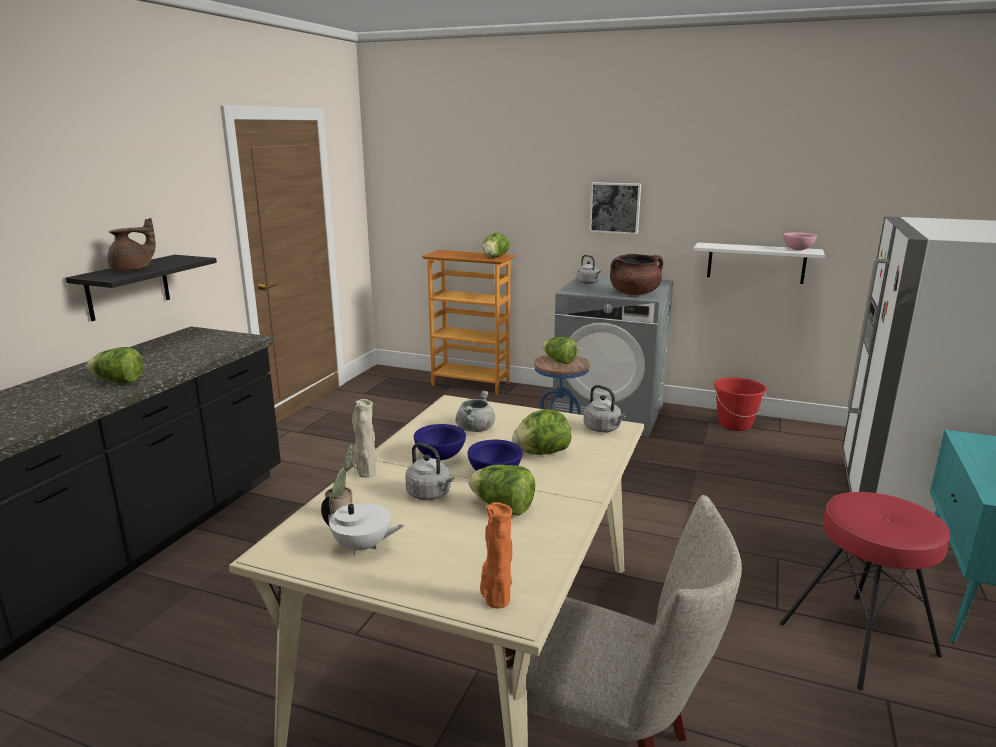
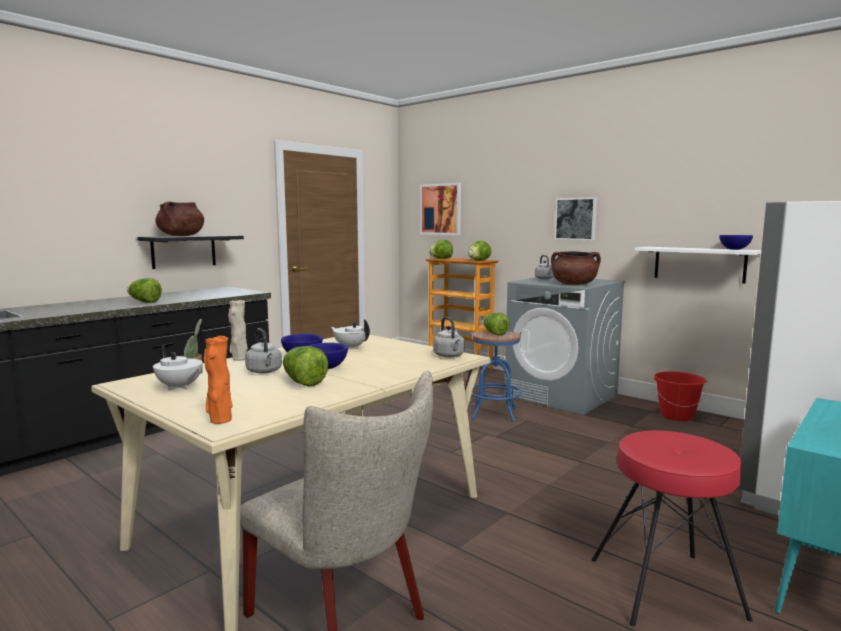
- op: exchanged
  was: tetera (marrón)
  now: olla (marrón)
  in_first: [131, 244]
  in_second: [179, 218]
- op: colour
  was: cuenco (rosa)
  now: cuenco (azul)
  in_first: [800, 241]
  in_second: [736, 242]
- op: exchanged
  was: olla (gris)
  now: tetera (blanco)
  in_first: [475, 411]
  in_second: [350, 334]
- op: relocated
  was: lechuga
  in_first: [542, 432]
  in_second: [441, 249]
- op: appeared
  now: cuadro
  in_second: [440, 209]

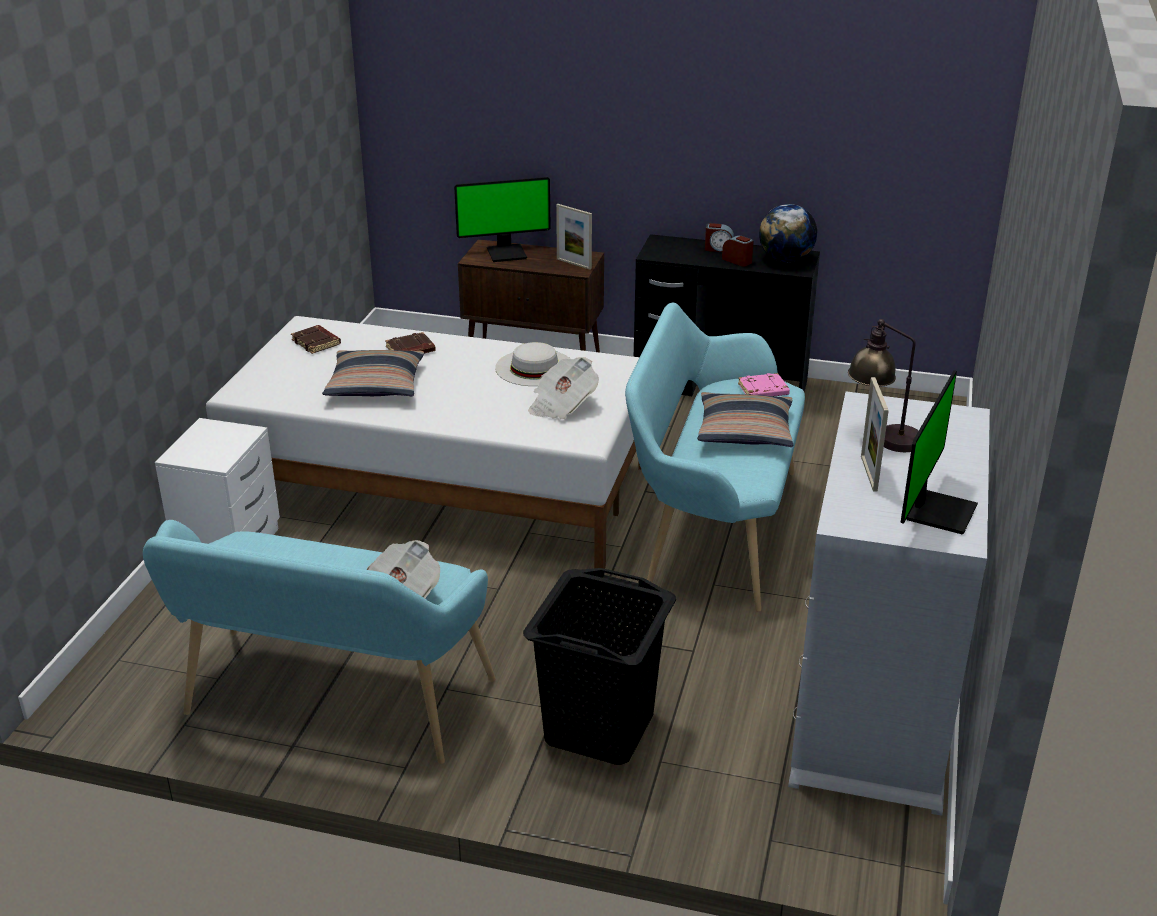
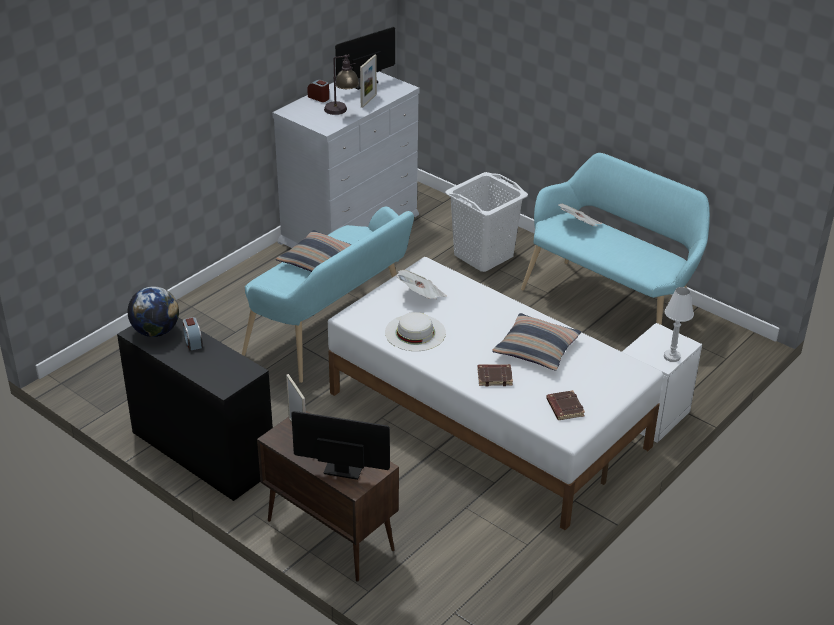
- op: relocated
  was: despertador
  in_first: [719, 237]
  in_second: [318, 91]
- op: missing
  was: libro (rosa)
  in_first: [764, 384]
- op: colour
  was: cesto de la ropa (negro)
  now: cesto de la ropa (blanco)
  in_first: [599, 666]
  in_second: [486, 222]
- op: appeared
  now: lámpara de mesa (blanco)
  in_second: [679, 324]

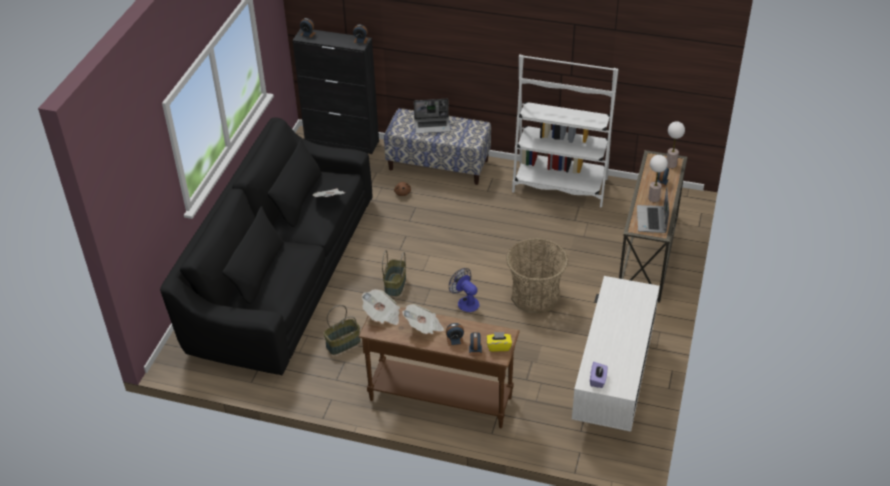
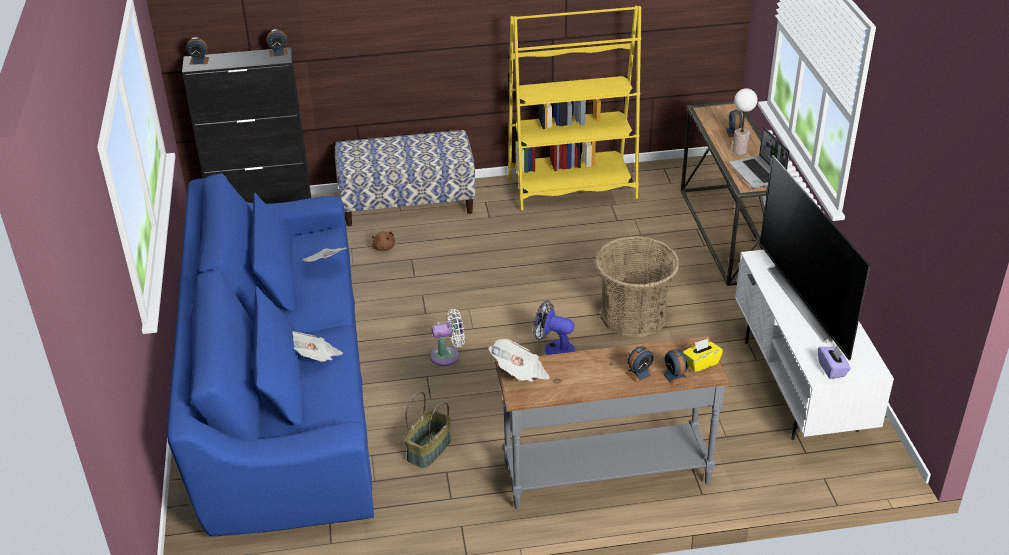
- op: colour
  was: estantería (blanco)
  now: estantería (amarillo)
  in_first: [565, 130]
  in_second: [574, 108]
- op: missing
  was: portátil
  in_first: [432, 116]
- op: colour
  was: sofá (negro)
  now: sofá (azul)
  in_first: [266, 246]
  in_second: [270, 355]
- op: missing
  was: lámpara de mesa
  in_first: [676, 144]
- op: exchanged
  was: cesta
  now: ventilador (blanco)
  in_first: [394, 273]
  in_second: [447, 337]
- op: relocated
  was: periódico
  in_first: [423, 319]
  in_second: [317, 346]
- op: colour
  was: mesa consola (marrón)
  now: mesa consola (gris)
  in_first: [439, 368]
  in_second: [613, 422]
- op: appeared
  now: televisor
  in_second: [815, 258]

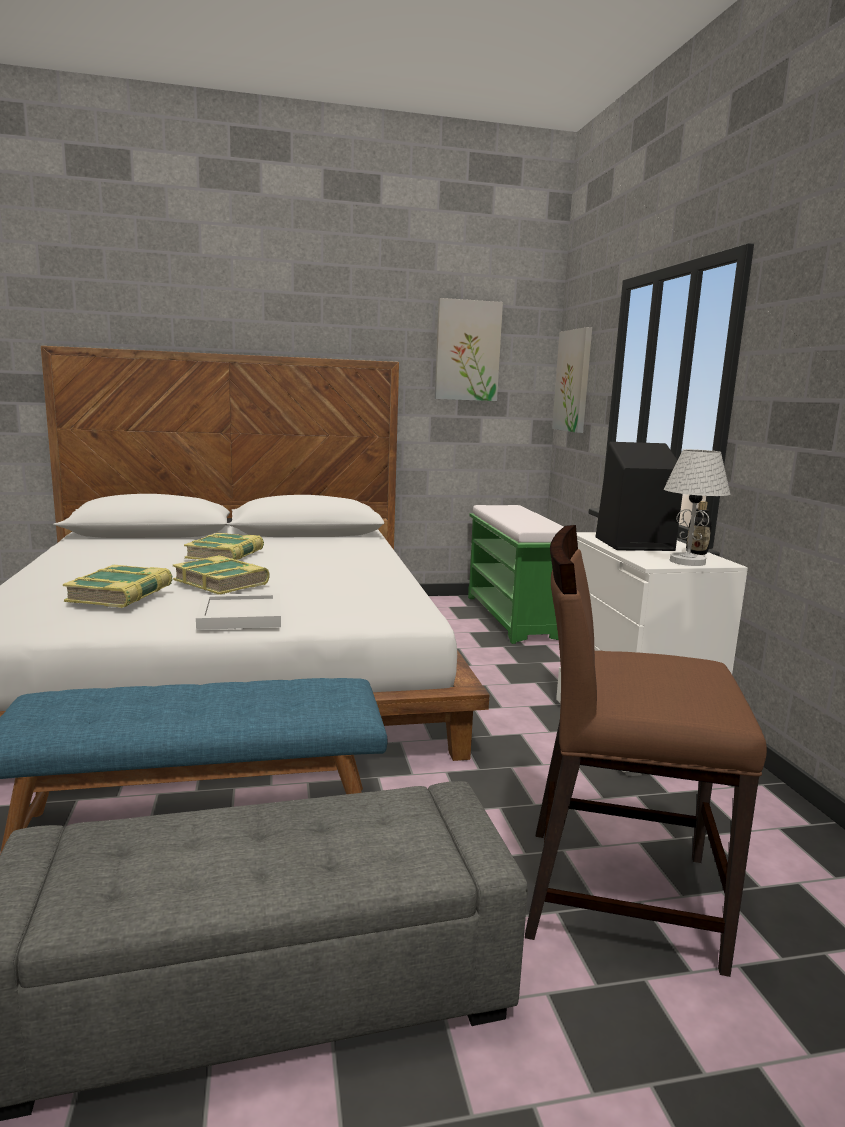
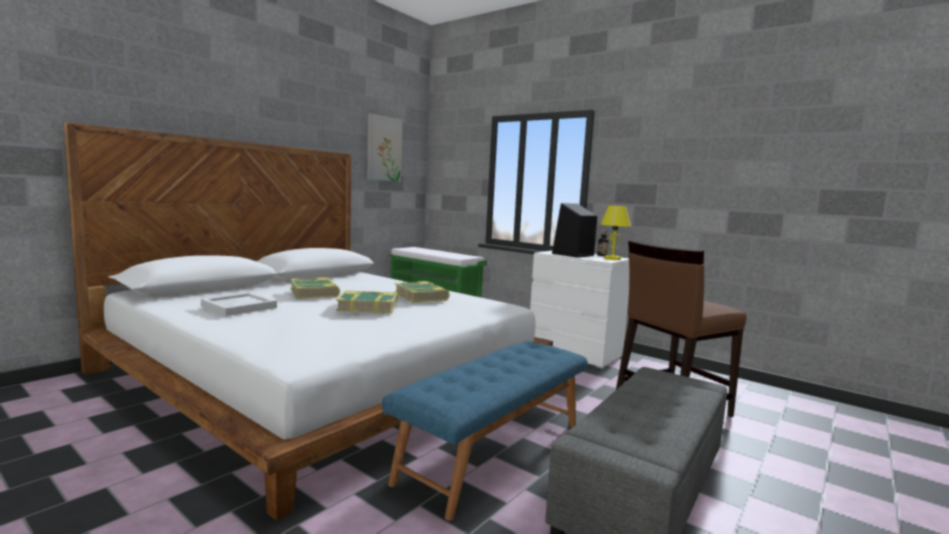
- op: missing
  was: cuadro
  in_first: [572, 380]
- op: colour
  was: lámpara de mesa (blanco)
  now: lámpara de mesa (amarillo)
  in_first: [697, 507]
  in_second: [616, 233]
- op: relocated
  was: libro
  in_first: [118, 586]
  in_second: [422, 292]
- op: relocated
  was: bandeja (blanco)
  in_first: [238, 611]
  in_second: [239, 304]

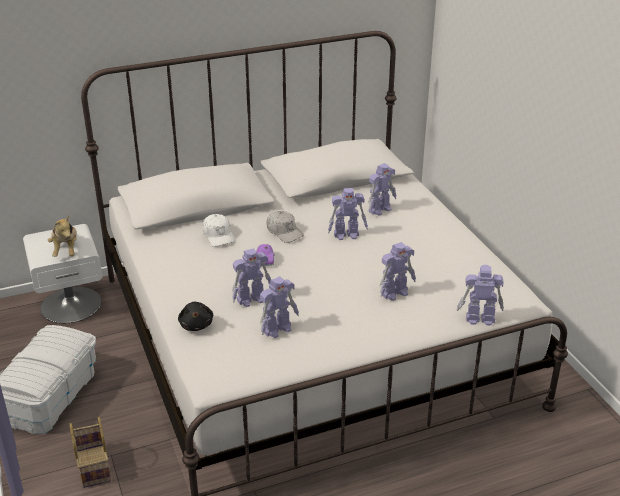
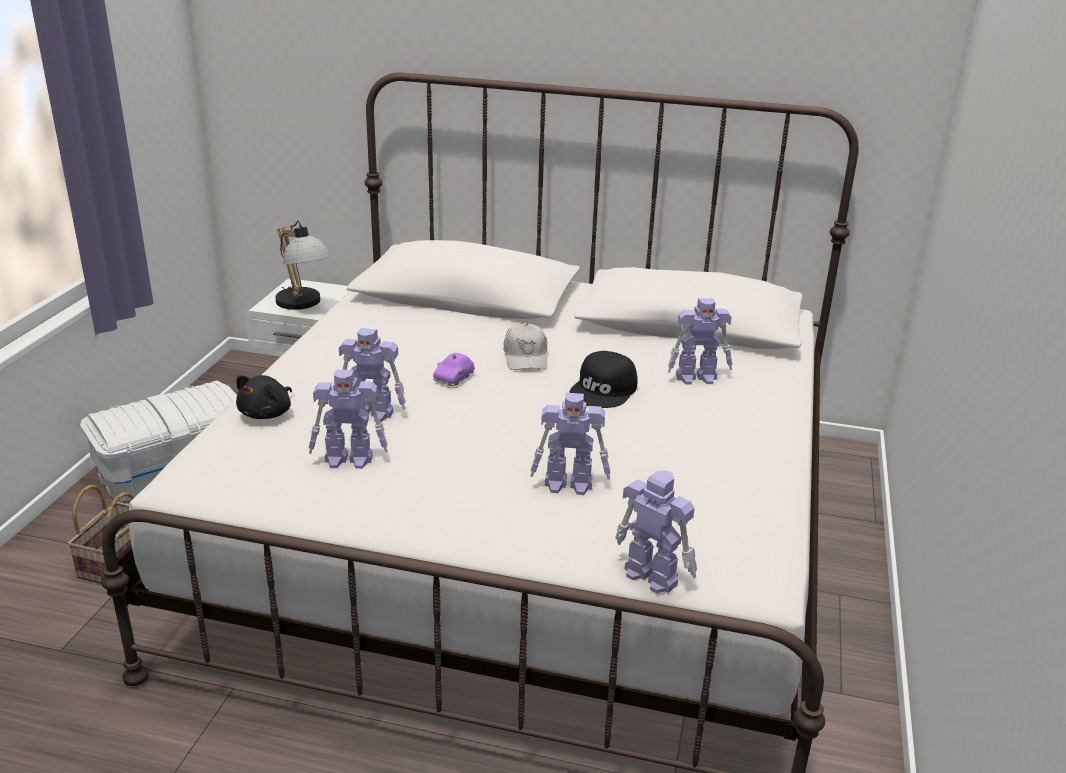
- op: exchanged
  was: robot de juguete
  now: gorra (negro)
  in_first: [348, 214]
  in_second: [603, 379]
- op: missing
  was: gorra (blanco)
  in_first: [219, 230]
- op: exchanged
  was: peluche
  now: lámpara de mesa
  in_first: [62, 236]
  in_second: [303, 265]

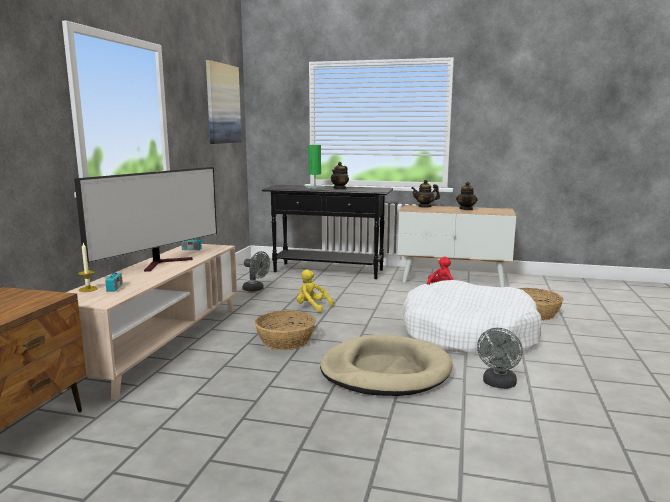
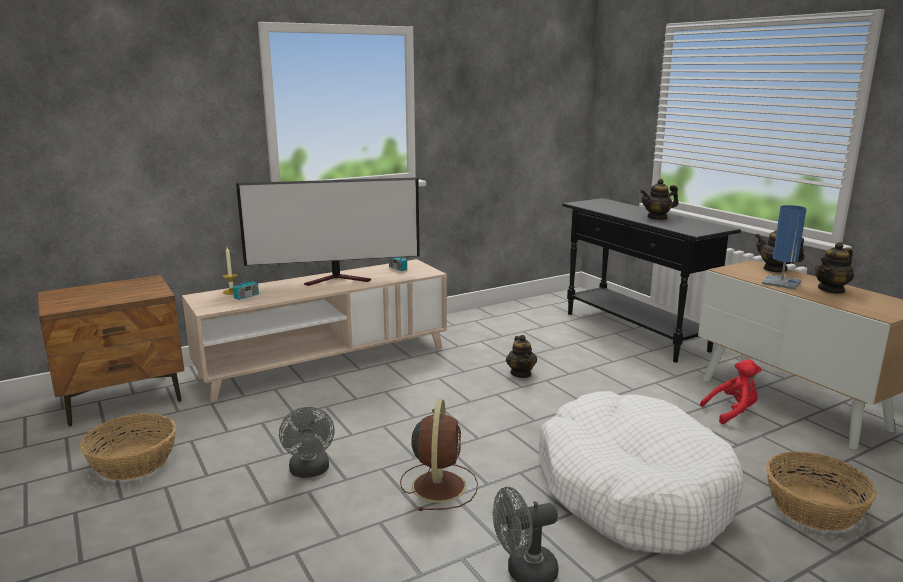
- op: missing
  was: cuadro
  in_first: [224, 102]
- op: missing
  was: lámpara de mesa (verde)
  in_first: [315, 167]
- op: relocated
  was: ventilador (gris)
  in_first: [256, 271]
  in_second: [307, 442]
- op: exchanged
  was: peluche (amarillo)
  now: tetera
  in_first: [315, 290]
  in_second: [521, 356]
- op: relocated
  was: cesta
  in_first: [285, 330]
  in_second: [128, 446]
- op: exchanged
  was: cama para perro (beis)
  now: ventilador (marrón)
  in_first: [386, 365]
  in_second: [439, 455]
- op: appeared
  now: lámpara de mesa (azul)
  in_second: [784, 247]

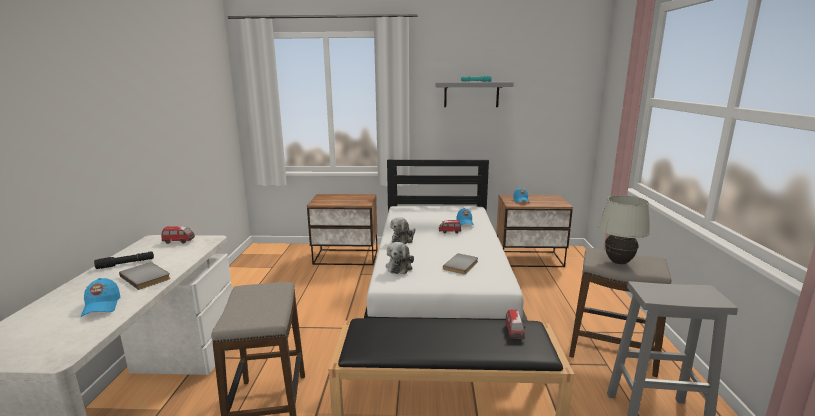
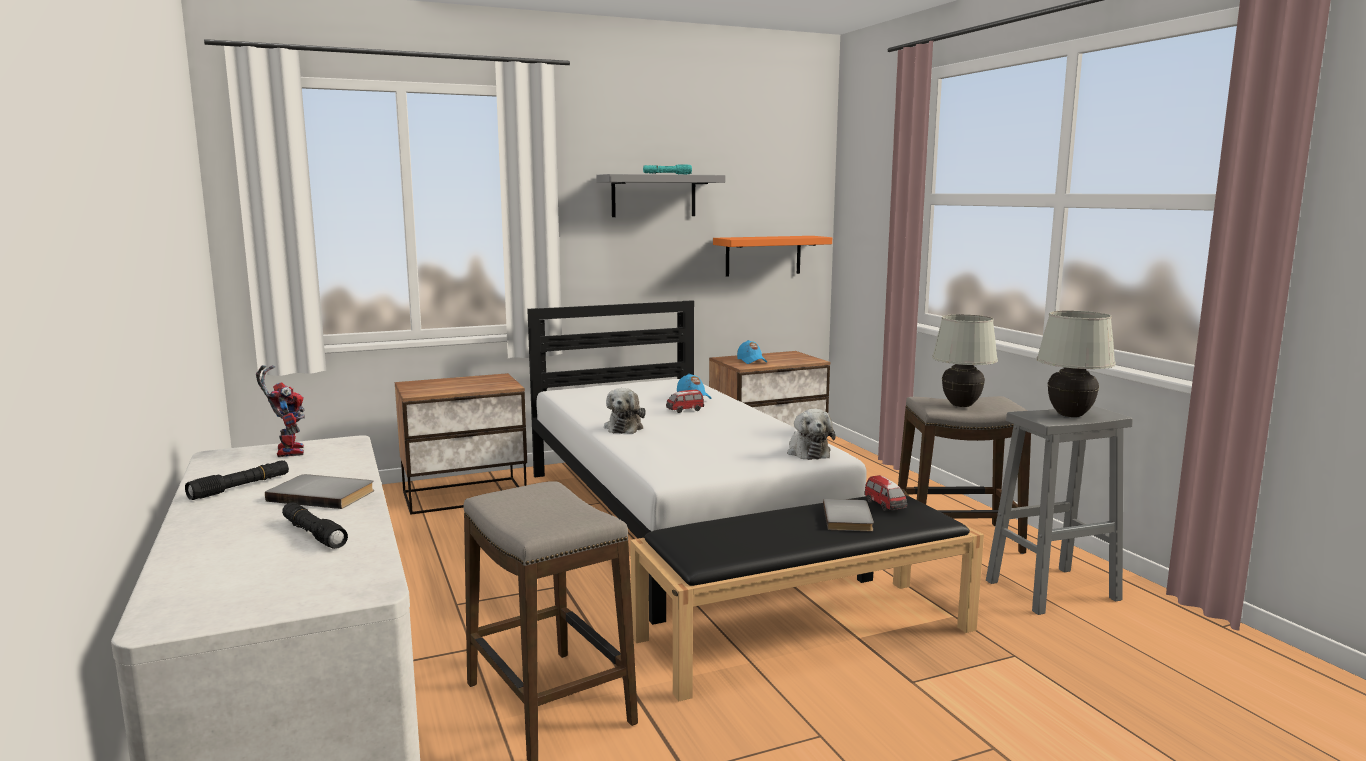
- op: exchanged
  was: coche de juguete
  now: robot de juguete
  in_first: [178, 235]
  in_second: [280, 411]
- op: relocated
  was: peluche
  in_first: [400, 258]
  in_second: [811, 434]
- op: relocated
  was: libro (gris)
  in_first: [460, 263]
  in_second: [848, 515]
- op: exchanged
  was: gorra (azul)
  now: linterna (negro)
  in_first: [100, 297]
  in_second: [315, 526]
- op: appeared
  now: estante (naranja)
  in_second: [772, 256]
- op: appeared
  now: lámpara de mesa (blanco)
  in_second: [1076, 364]

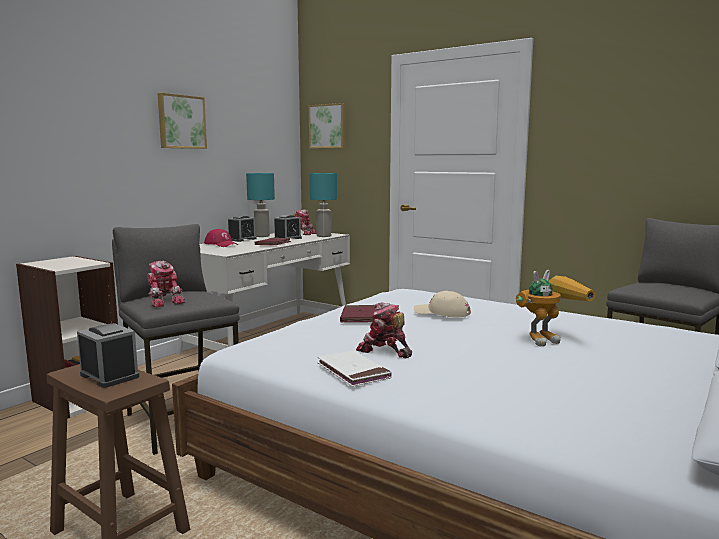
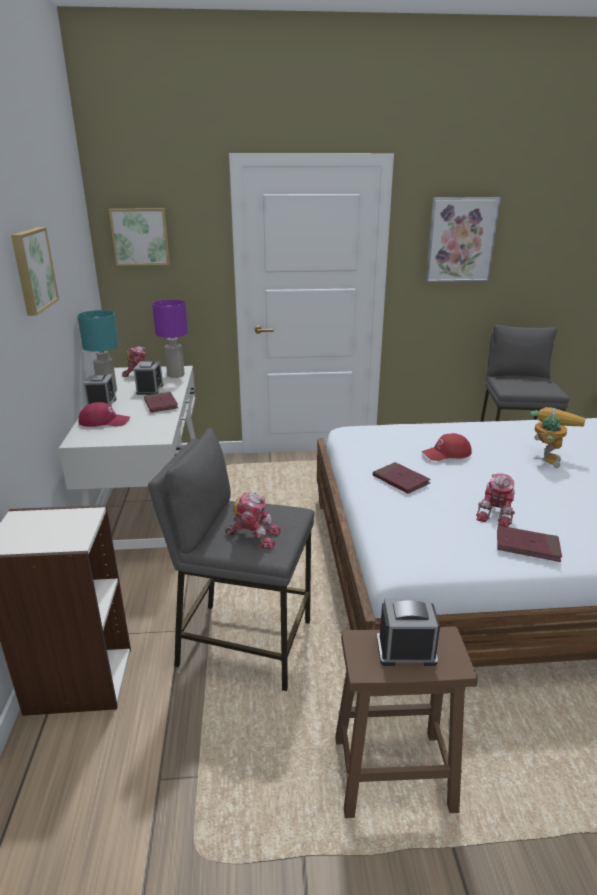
- op: colour
  was: lámpara de mesa (turquesa)
  now: lámpara de mesa (morado)
  in_first: [323, 205]
  in_second: [170, 339]
- op: colour
  was: gorra (beis)
  now: gorra (rojo)
  in_first: [442, 304]
  in_second: [447, 447]
- op: spun
  was: robot de juguete
  in_first: [384, 330]
  in_second: [495, 500]
  clockwise: -60
- op: colour
  was: libro (blanco)
  now: libro (rojo)
  in_first: [354, 369]
  in_second: [529, 543]
- op: appeared
  now: cuadro
  in_second: [463, 239]

